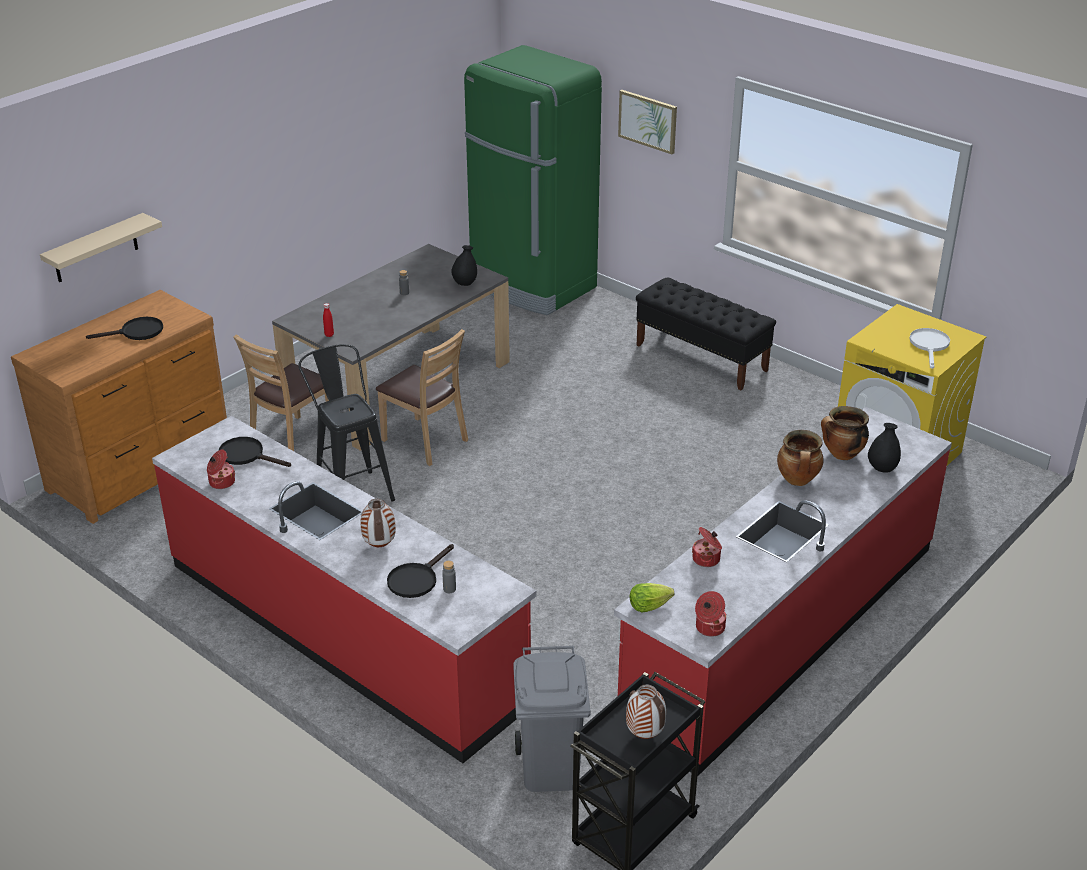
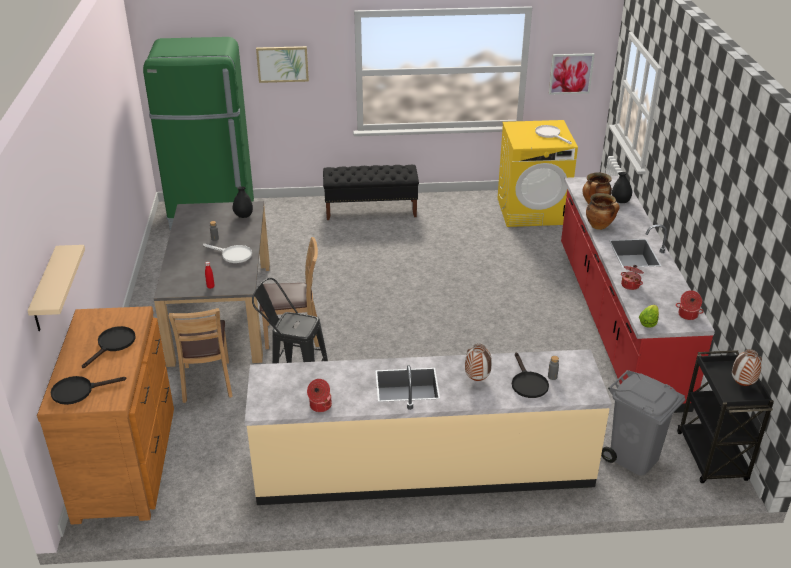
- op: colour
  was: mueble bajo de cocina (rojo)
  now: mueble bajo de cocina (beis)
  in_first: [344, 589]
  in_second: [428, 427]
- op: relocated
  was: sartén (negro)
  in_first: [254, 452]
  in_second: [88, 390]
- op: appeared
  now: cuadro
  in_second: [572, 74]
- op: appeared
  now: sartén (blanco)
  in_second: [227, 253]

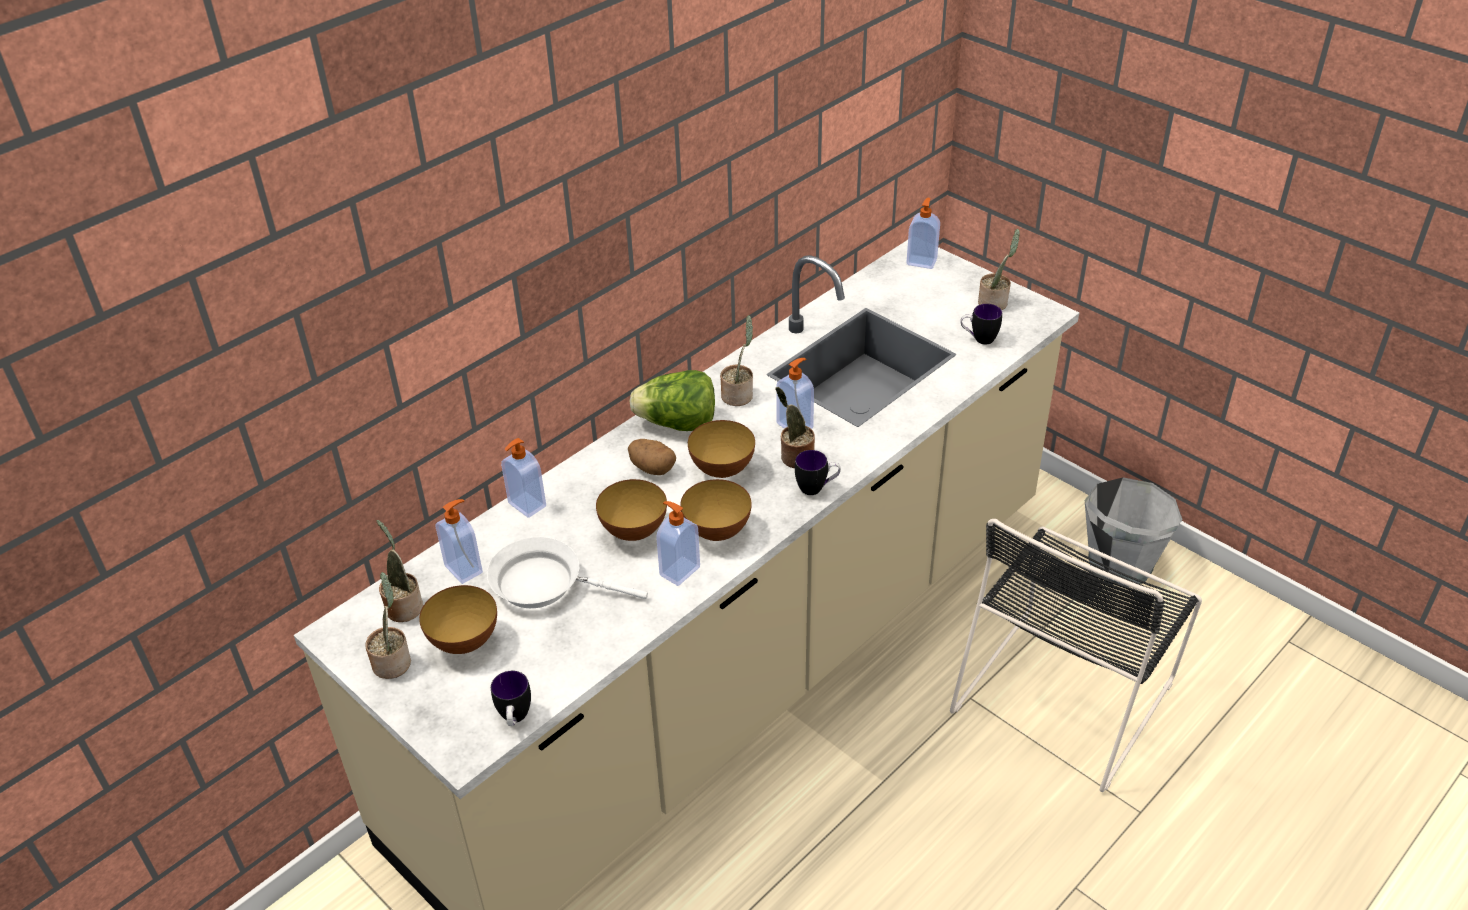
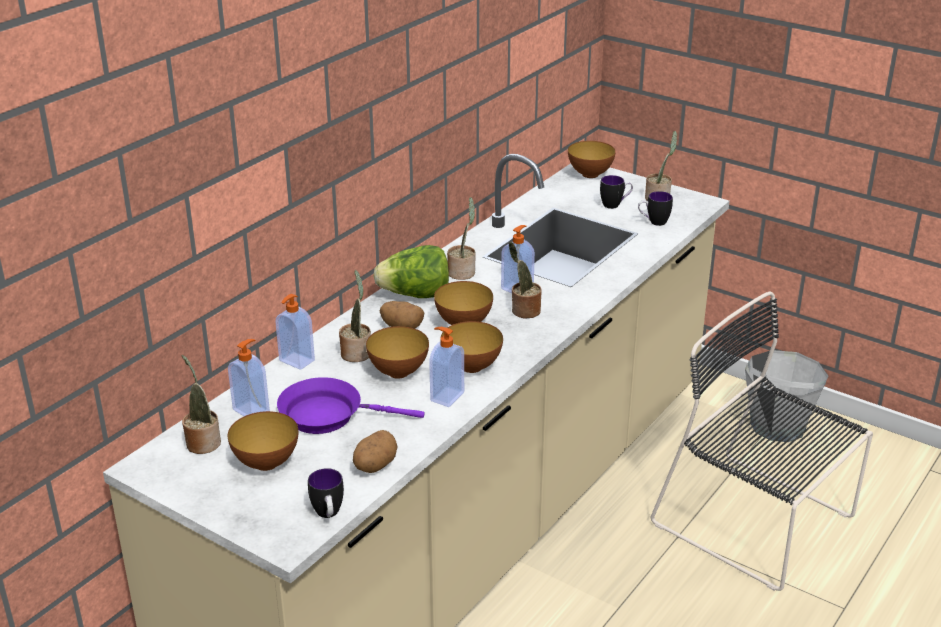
- op: exchanged
  was: dispensador de jabón
  now: cuenco
  in_first: [923, 233]
  in_second: [592, 159]
- op: relocated
  was: taza grande
  in_first: [818, 472]
  in_second: [616, 192]
- op: spun
  was: silla (negro)
  in_first: [1076, 655]
  in_second: [762, 441]
  clockwise: 105
- op: colour
  was: sartén (blanco)
  now: sartén (morado)
  in_first: [567, 572]
  in_second: [351, 405]
- op: relocated
  was: planta en maceta
  in_first: [388, 625]
  in_second: [355, 316]
- op: appeared
  now: patata
  in_second: [375, 451]

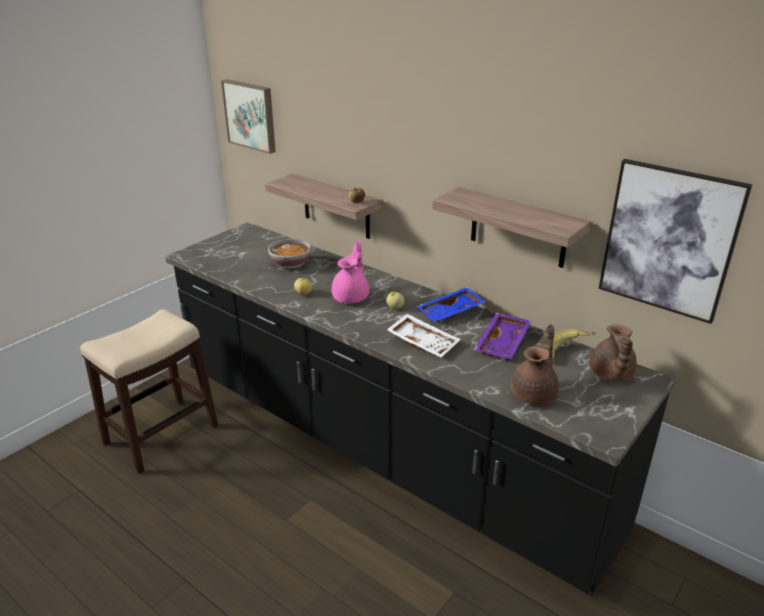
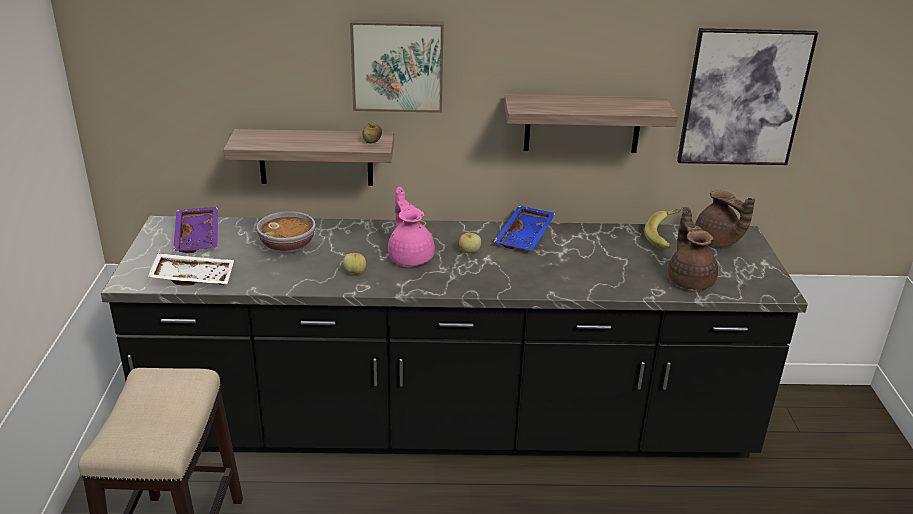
- op: relocated
  was: cuadro
  in_first: [248, 116]
  in_second: [396, 66]
- op: relocated
  was: bandeja (morado)
  in_first: [502, 336]
  in_second: [195, 230]
- op: relocated
  was: bandeja (blanco)
  in_first: [424, 336]
  in_second: [190, 269]

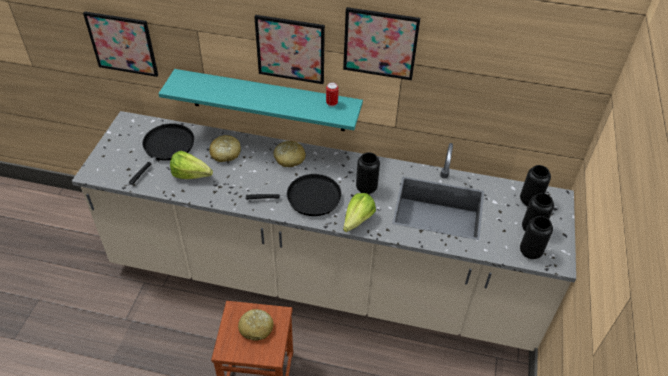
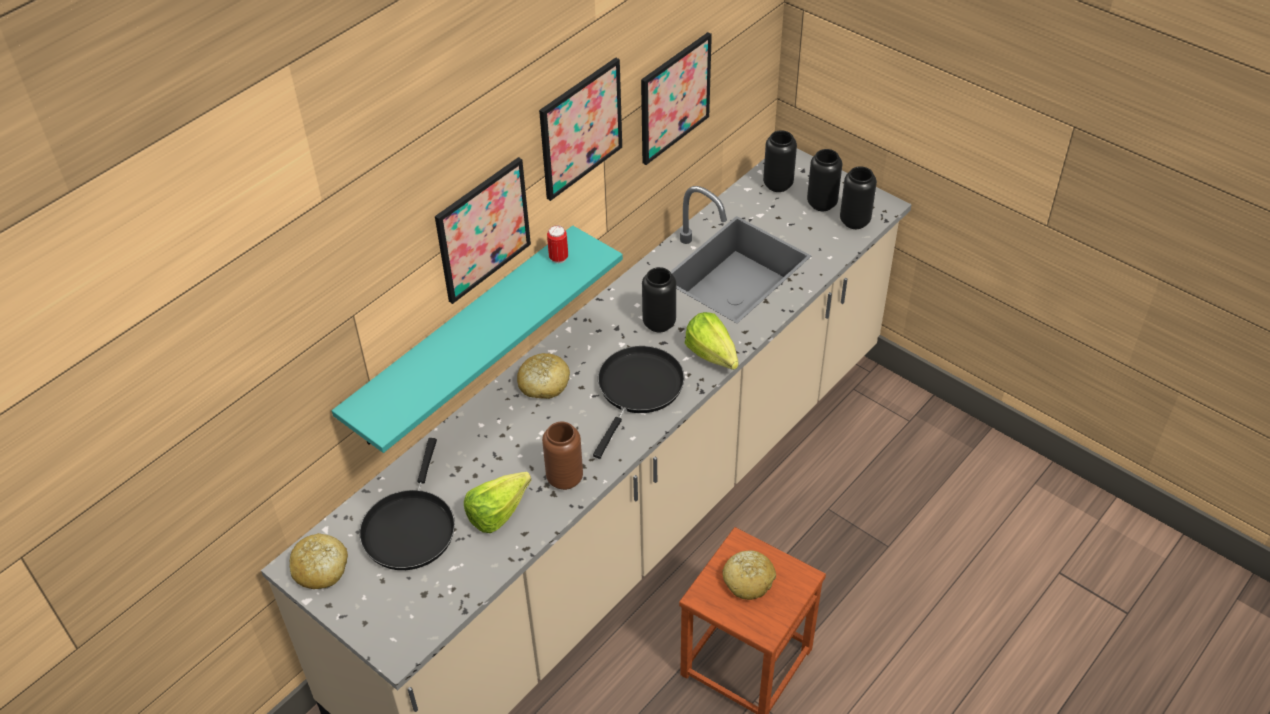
- op: relocated
  was: cuadro
  in_first: [120, 44]
  in_second: [676, 98]
- op: spun
  was: sartén (negro)
  in_first: [161, 154]
  in_second: [407, 504]
  clockwise: -135
- op: relocated
  was: pan
  in_first: [225, 148]
  in_second: [318, 561]
- op: appeared
  now: florero (marrón)
  in_second: [562, 456]

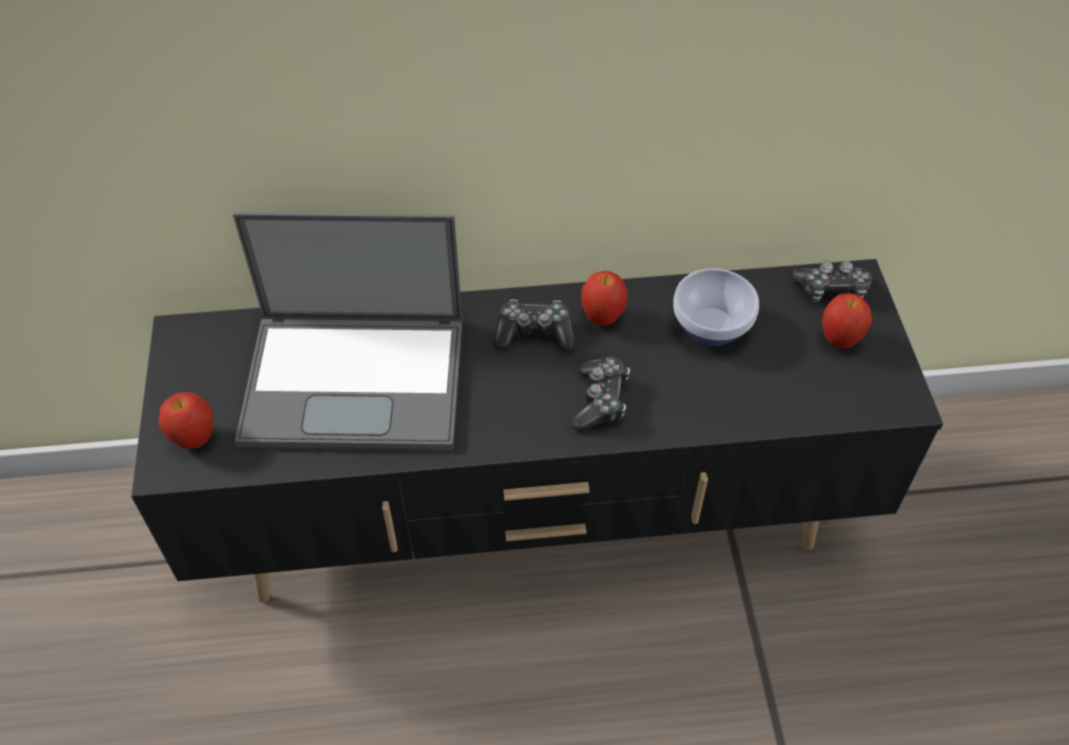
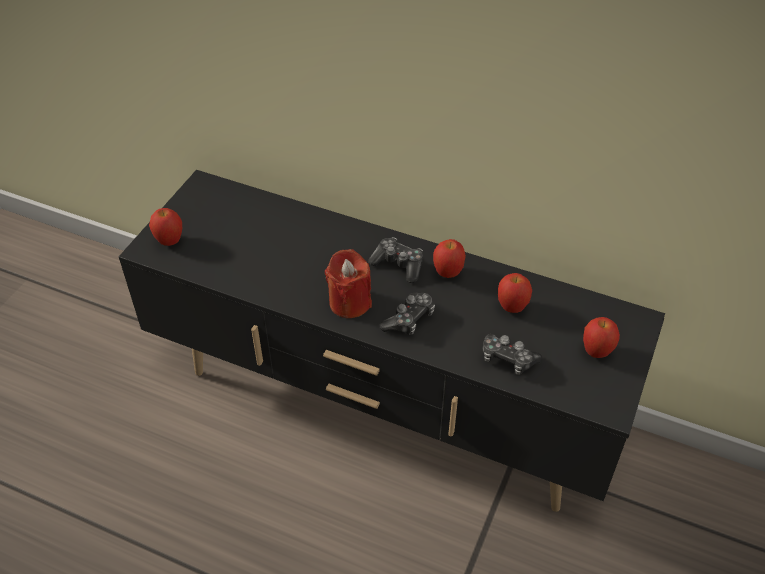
- op: missing
  was: portátil
  in_first: [348, 331]
- op: relocated
  was: mando de consola
  in_first: [831, 281]
  in_second: [512, 354]
- op: exchanged
  was: cuenco
  now: manzana
  in_first: [716, 307]
  in_second: [515, 293]
- op: appeared
  now: vela (rojo)
  in_second: [348, 283]

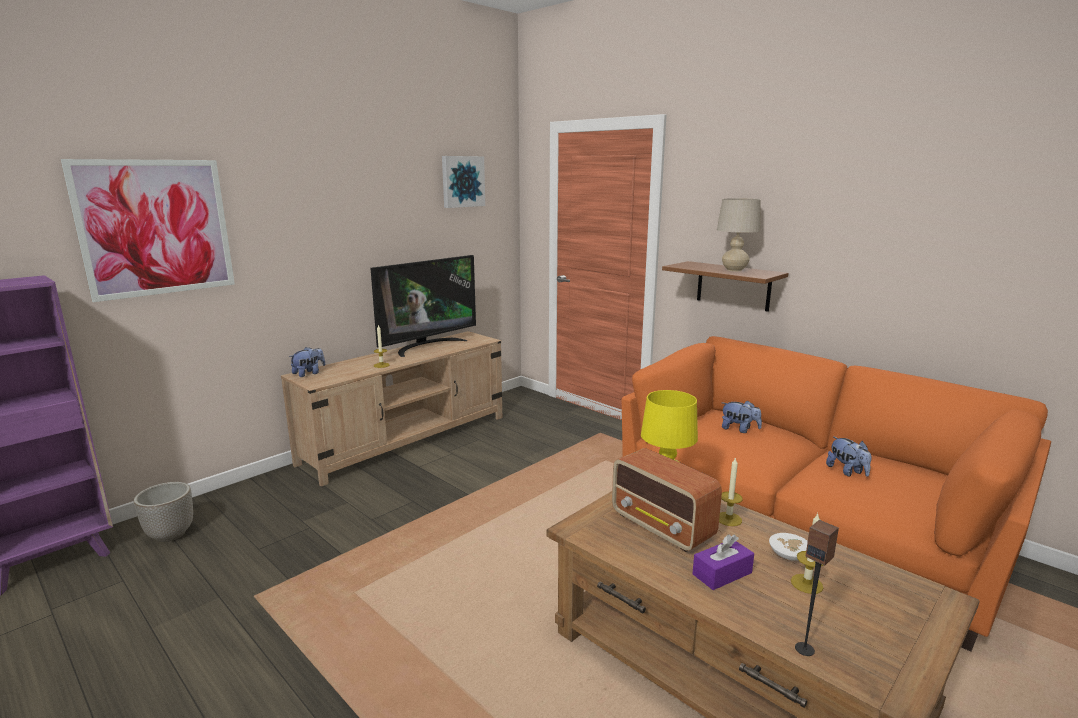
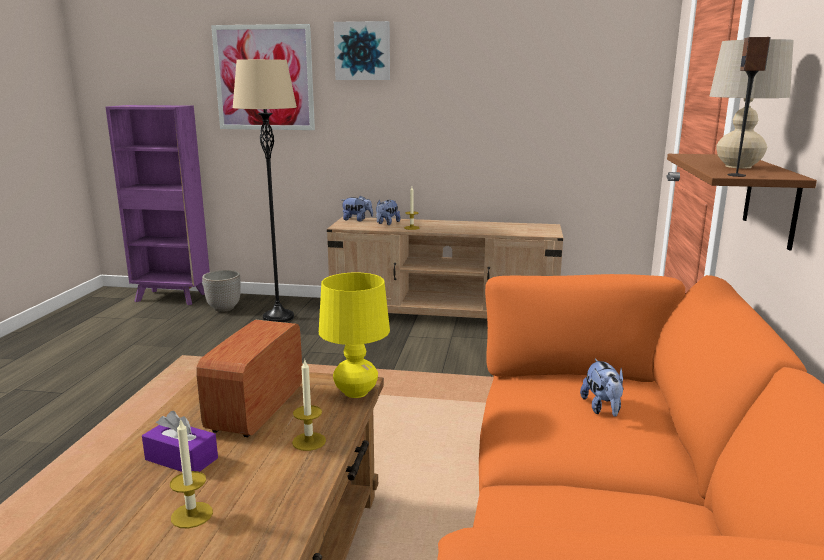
- op: relocated
  was: cuadro
  in_first: [463, 182]
  in_second: [362, 50]
- op: missing
  was: televisor
  in_first: [423, 306]
- op: relocated
  was: peluche
  in_first: [848, 456]
  in_second: [388, 212]
- op: relocated
  was: altavoz
  in_first: [817, 588]
  in_second: [749, 107]
- op: missing
  was: cuenco (blanco)
  in_first: [788, 547]
- op: appeared
  now: lámpara de pie (beis)
  in_second: [265, 190]

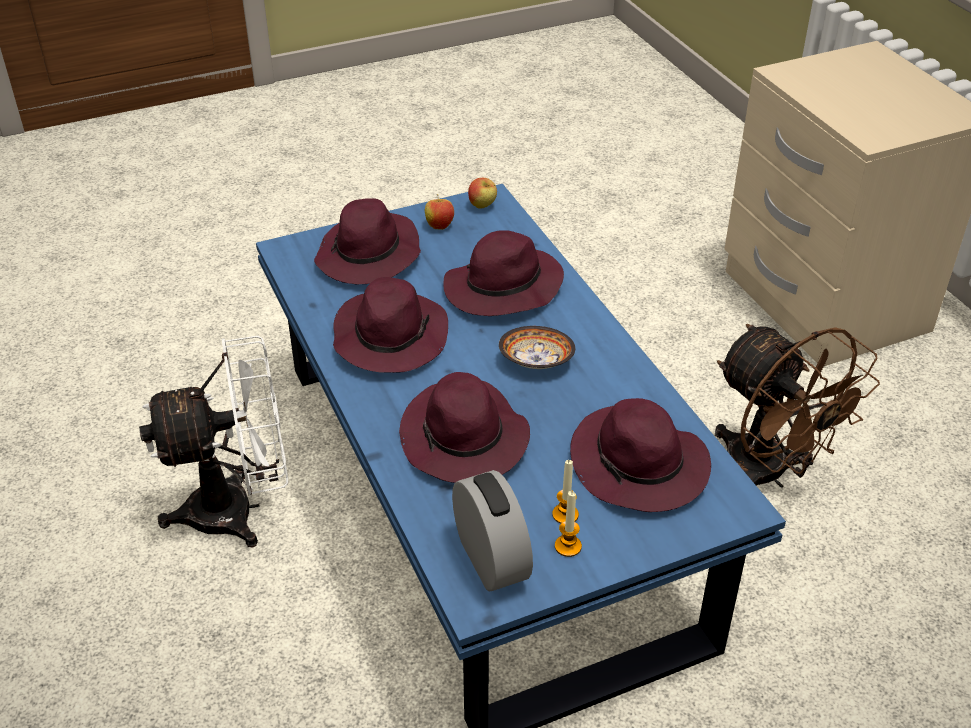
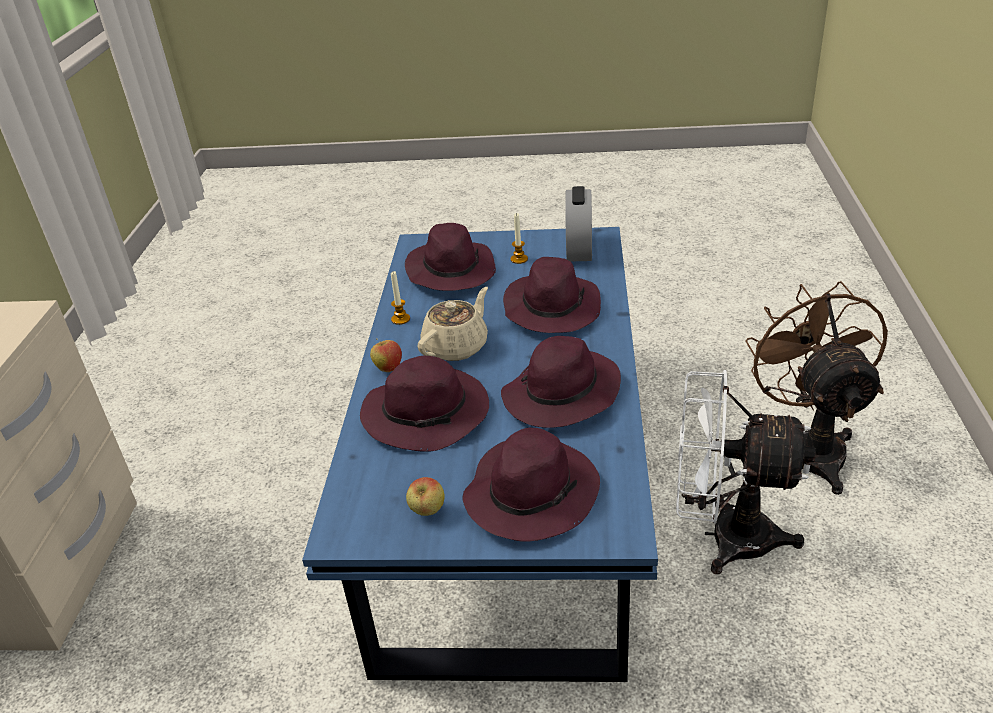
- op: relocated
  was: manzana
  in_first: [482, 193]
  in_second: [386, 355]
- op: relocated
  was: ventilador (marrón)
  in_first: [797, 406]
  in_second: [817, 388]
- op: exchanged
  was: cuenco
  now: tetera (beis)
  in_first: [537, 347]
  in_second: [452, 324]
- op: relocated
  was: vela
  in_first: [568, 524]
  in_second: [400, 298]

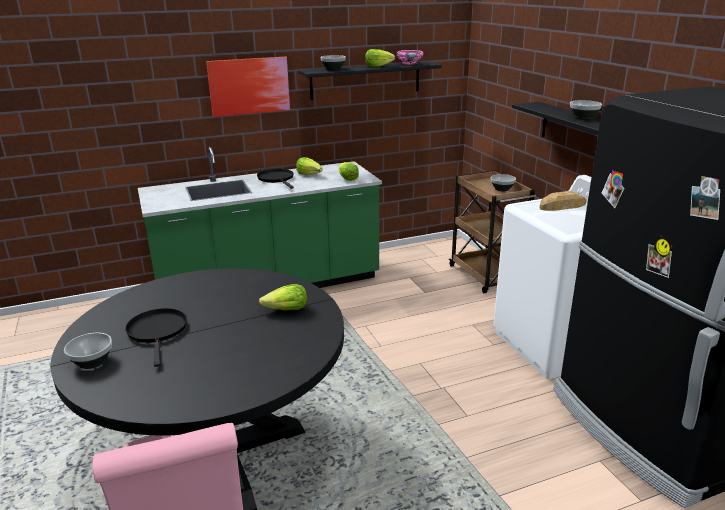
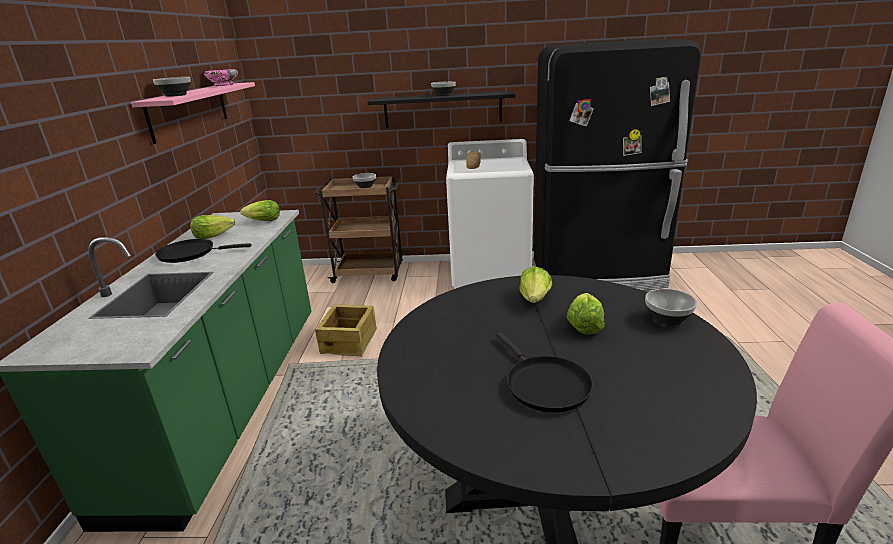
- op: relocated
  was: lechuga
  in_first: [380, 58]
  in_second: [585, 313]
- op: missing
  was: cuadro
  in_first: [248, 86]
- op: colour
  was: estante (negro)
  now: estante (rosa)
  in_first: [370, 80]
  in_second: [193, 113]
- op: spun
  was: sartén (negro)
  in_first: [156, 337]
  in_second: [544, 372]
  clockwise: -120
- op: relocated
  was: cuenco
  in_first: [88, 351]
  in_second: [671, 307]
- op: appeared
  now: caja de embalaje
  in_second: [346, 330]

